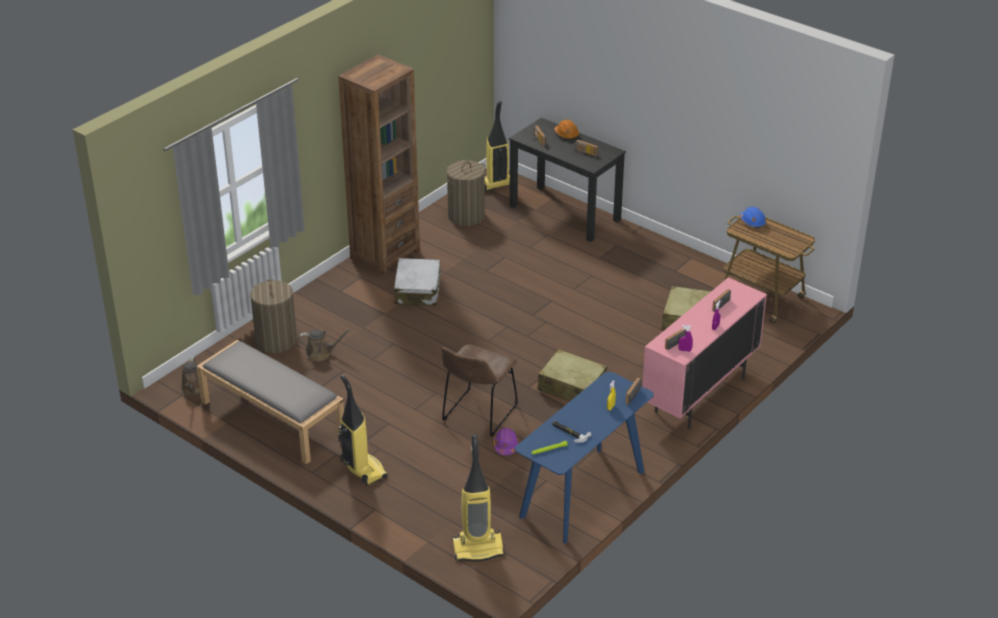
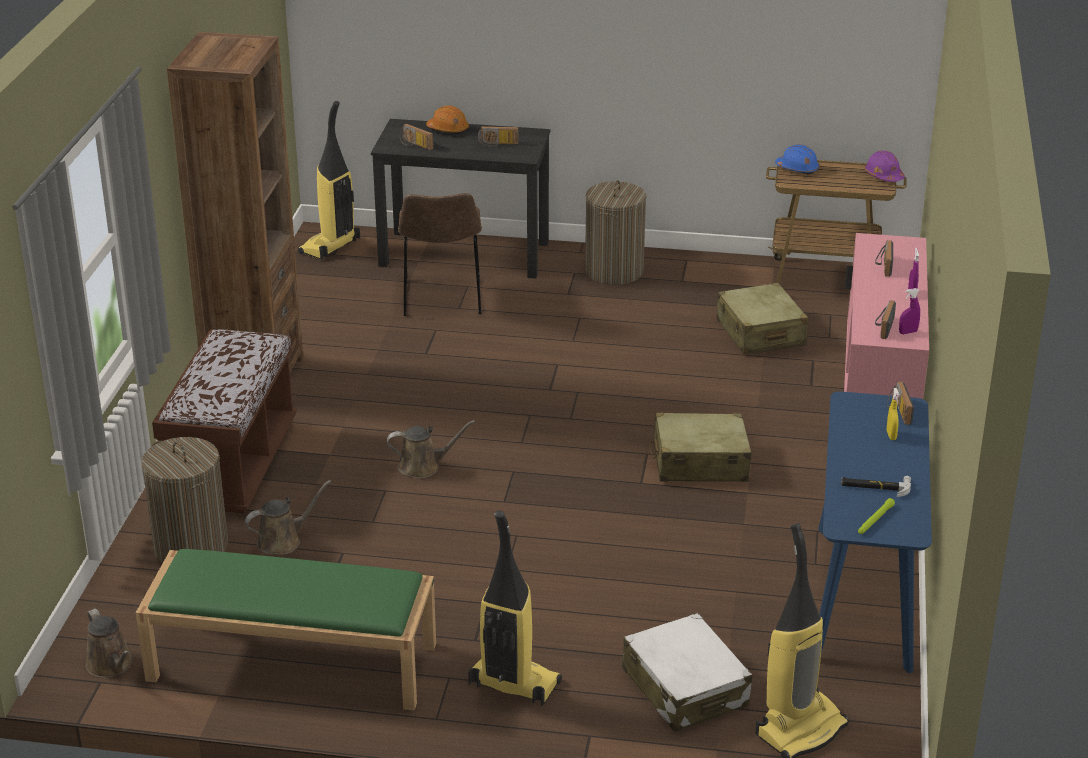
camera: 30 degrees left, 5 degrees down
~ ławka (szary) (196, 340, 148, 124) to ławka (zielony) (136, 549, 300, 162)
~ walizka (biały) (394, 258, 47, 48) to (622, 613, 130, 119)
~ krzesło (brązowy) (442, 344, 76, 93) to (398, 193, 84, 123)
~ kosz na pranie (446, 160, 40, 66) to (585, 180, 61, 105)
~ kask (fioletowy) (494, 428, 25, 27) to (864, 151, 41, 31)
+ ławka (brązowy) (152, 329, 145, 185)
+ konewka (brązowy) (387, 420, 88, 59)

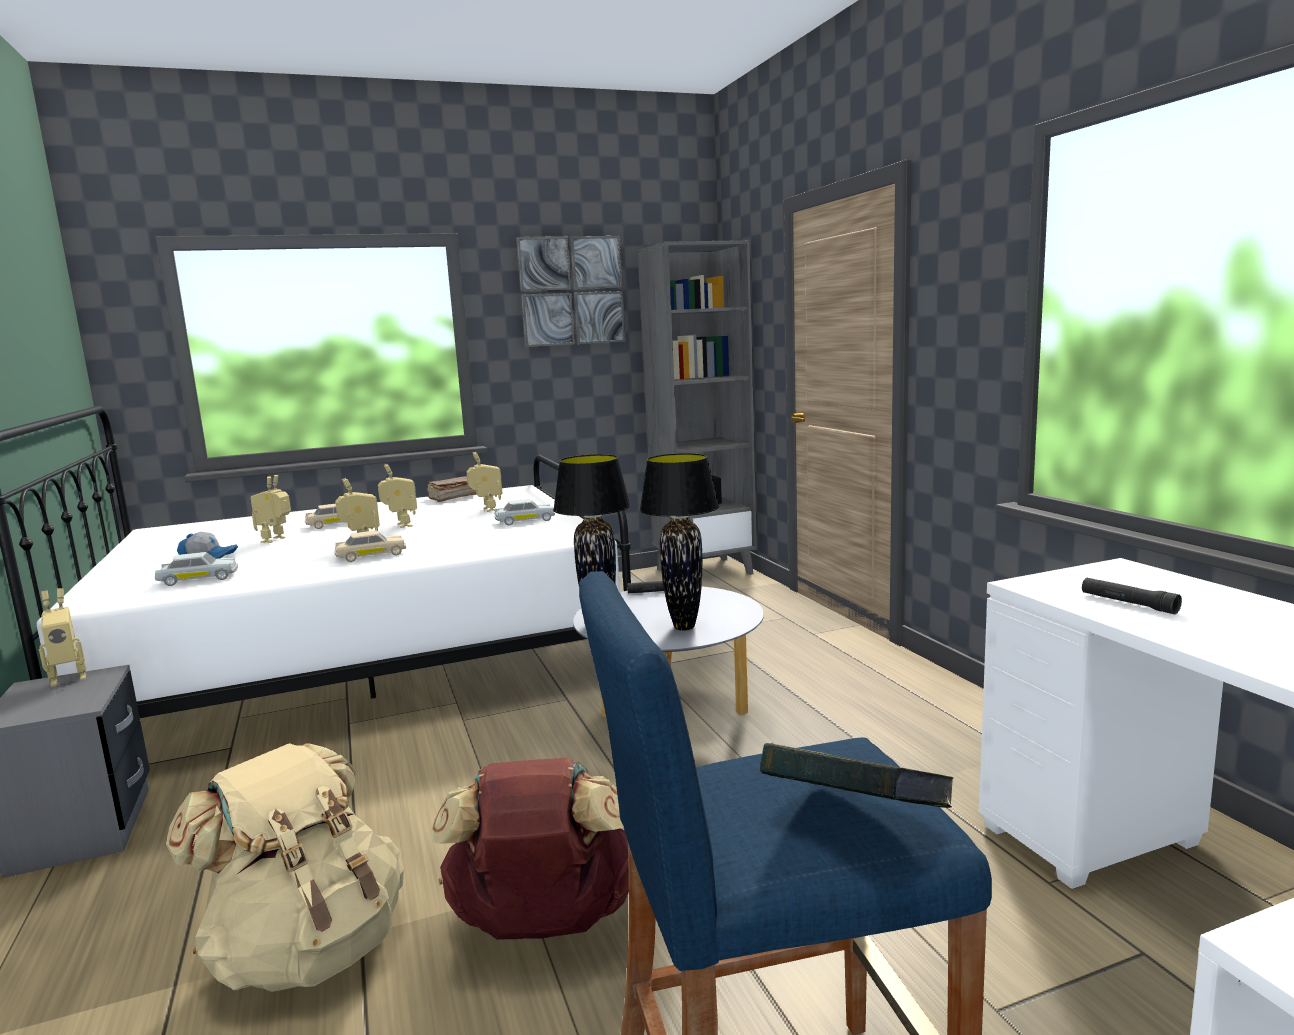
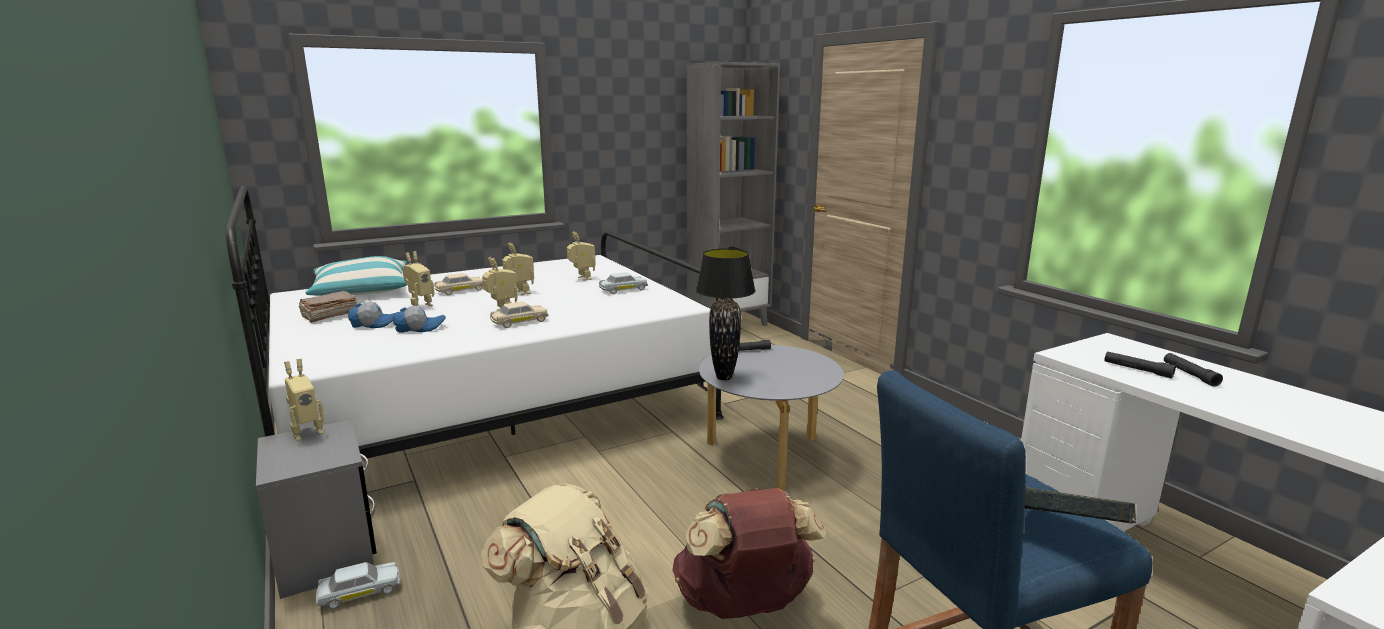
camera: 10 degrees left, 5 degrees up
~ samochodzik (biały) (155, 552, 83, 34) to (316, 562, 84, 47)
~ robot zabawkowy (250, 475, 41, 68) = (403, 251, 32, 55) 150 degrees counterclockwise
~ książka (brązowy) (426, 476, 50, 26) to (299, 291, 58, 32)
- obraz (516, 236, 110, 111)
- lampa stołowa (czarny) (639, 453, 80, 178)
+ poduszka (305, 256, 102, 40)
+ czapka z daszkiem (393, 305, 53, 28)
+ latarka (czarny) (1164, 353, 59, 34)

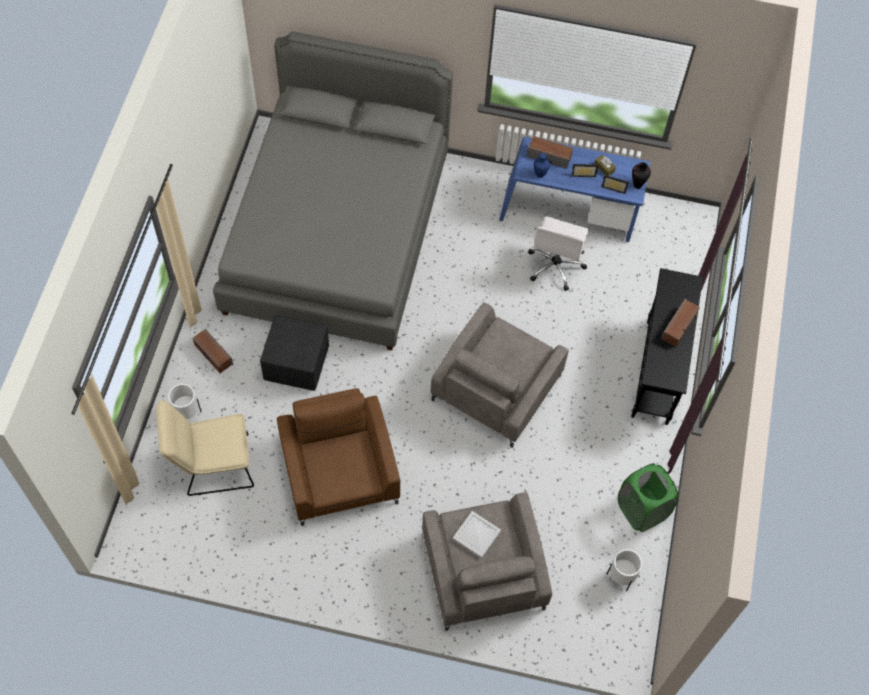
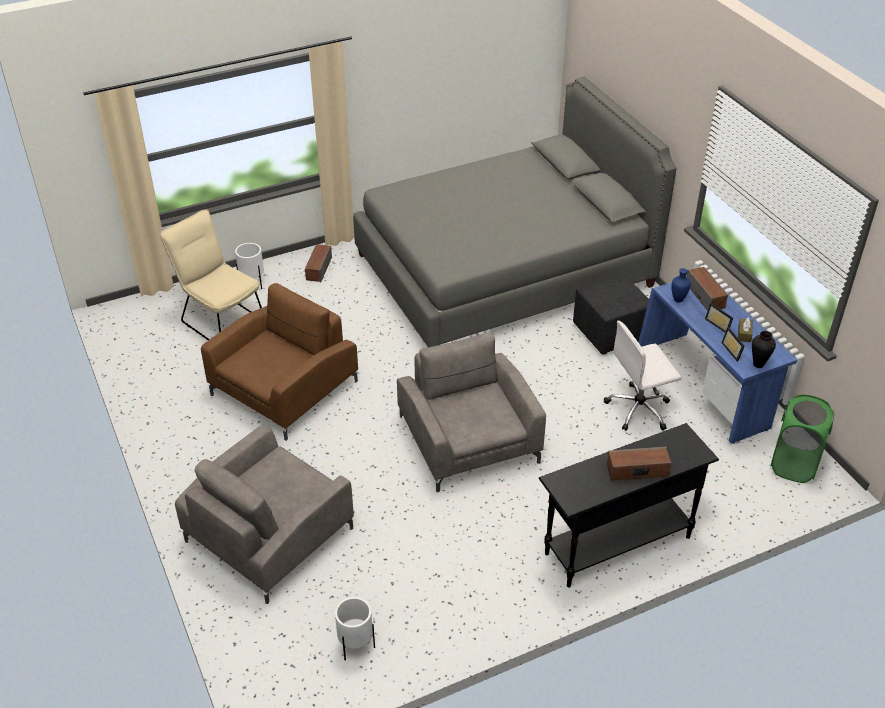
camera: 55 degrees right, 20 degrees down
~ pufa (czarny) (260, 315, 69, 76) to (573, 274, 76, 81)
~ fotel (szary) (431, 302, 138, 146) = (397, 332, 149, 160) 75 degrees clockwise
- taca (biały) (452, 511, 49, 48)
~ kosz na pranie (zielony) (618, 463, 61, 69) to (770, 395, 64, 88)

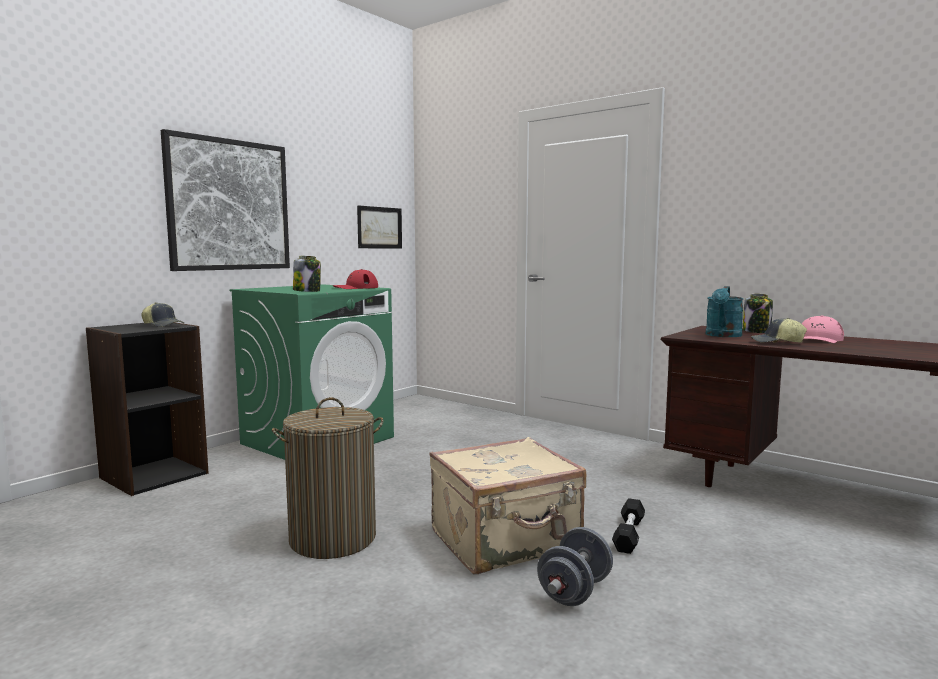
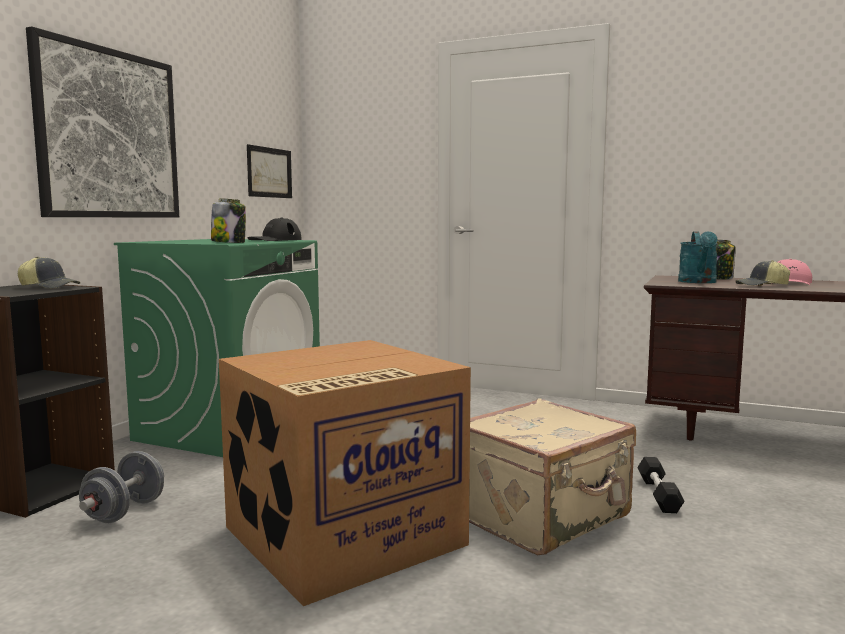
camera: 15 degrees left, 0 degrees up
~ kosz na pranie (272, 397, 112, 162) to karton (219, 340, 252, 266)
~ czapka z daszkiem (czerwony) (333, 269, 45, 20) to czapka z daszkiem (czarny) (248, 218, 53, 23)
~ hantel (szary) (537, 527, 76, 79) to (79, 451, 85, 72)

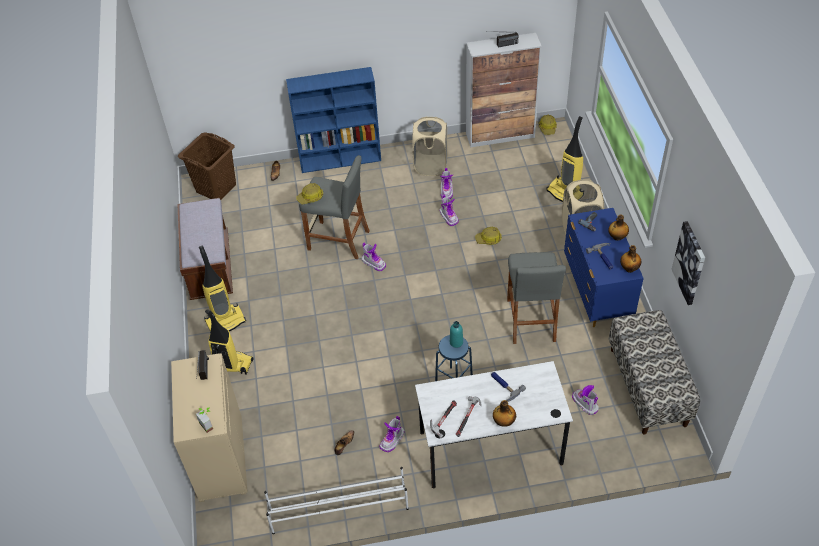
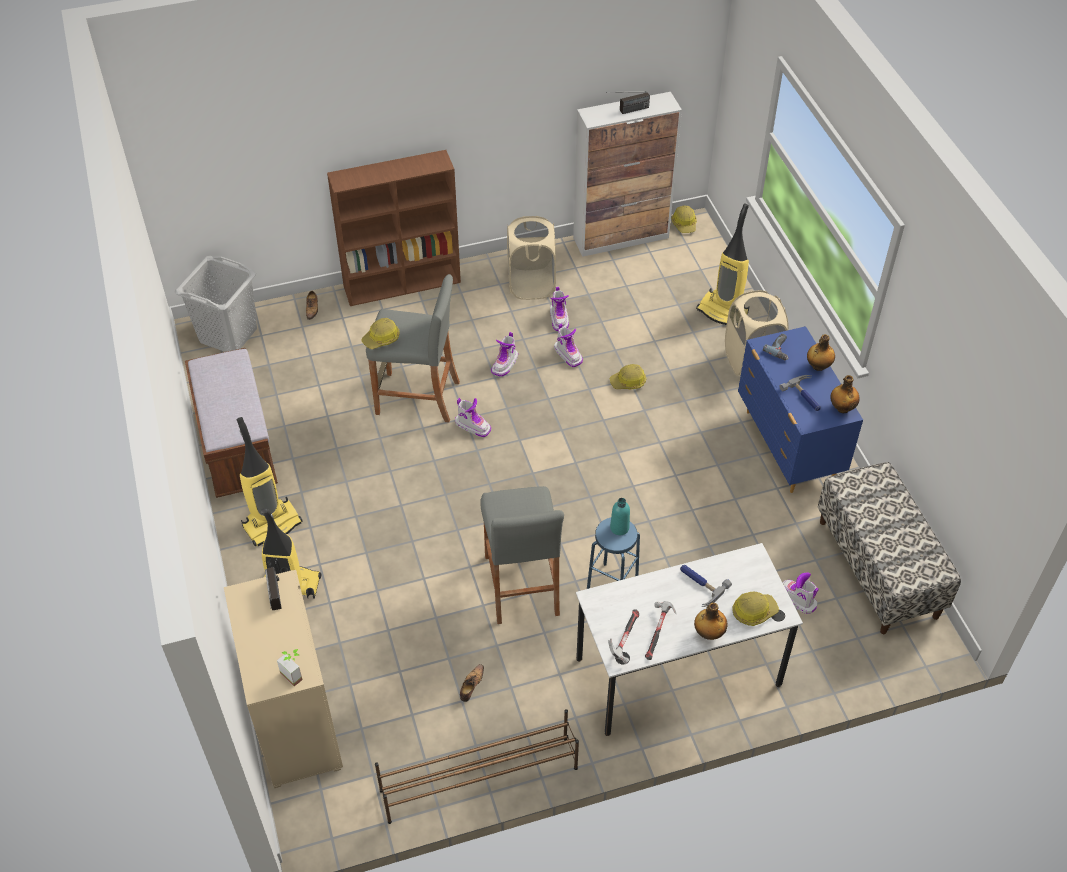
camera: 10 degrees left, 0 degrees up
~ kosz na pranie (brązowy) (178, 132, 58, 68) to kosz na pranie (szary) (175, 256, 82, 96)
~ regał na buty (biały) (264, 467, 145, 67) to regał na buty (brązowy) (375, 709, 204, 115)
~ regał (niebieski) (286, 67, 95, 106) to regał (brązowy) (327, 150, 134, 156)
~ but z cholewką (379, 416, 25, 36) to (491, 332, 27, 45)
~ stołek (szary) (507, 252, 59, 92) to (480, 486, 84, 138)
- obraz (672, 221, 33, 84)
+ kask (732, 591, 47, 35)

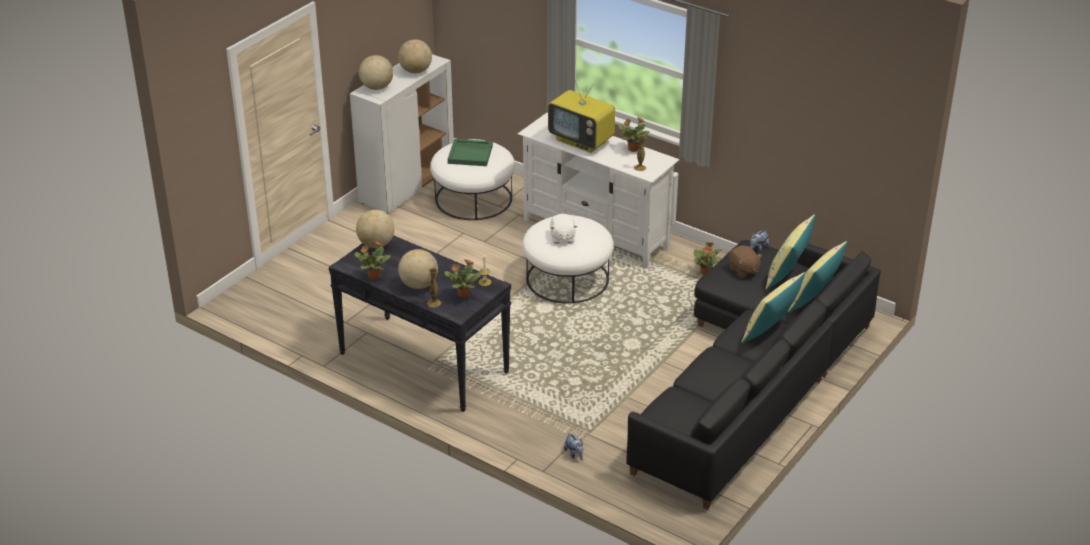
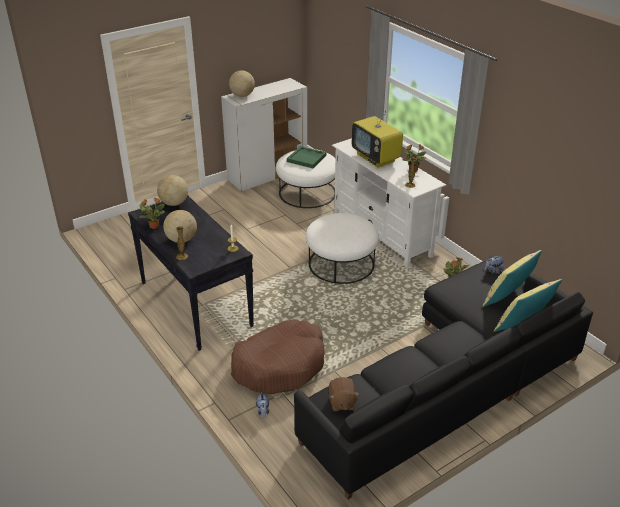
camera: 20 degrees right, 0 degrees up
- globus (398, 39, 34, 35)
- roślina doniczkowa (444, 259, 38, 39)
- pluszak (biały) (550, 214, 28, 30)
~ pluszak (brązowy) (729, 246, 33, 32) to (328, 377, 31, 34)
- poduszka (żółty) (741, 272, 64, 71)
+ legowisko (brązowy) (231, 319, 94, 75)

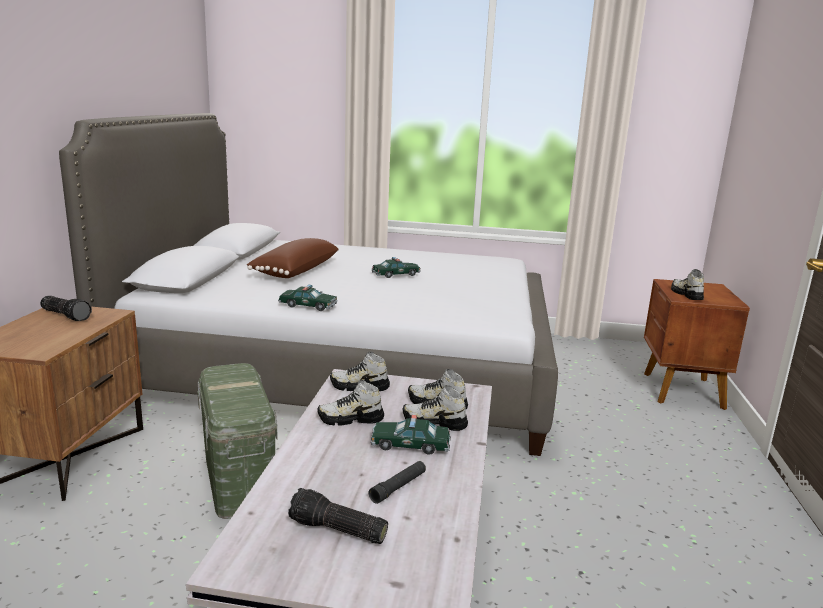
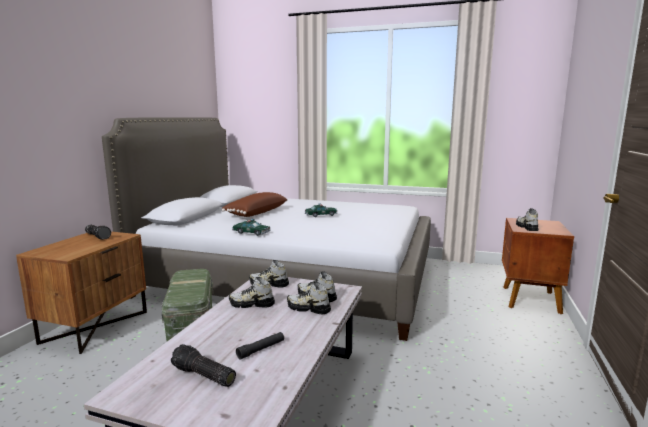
camera: 10 degrees right, 5 degrees down
- samochodzik (371, 415, 80, 40)

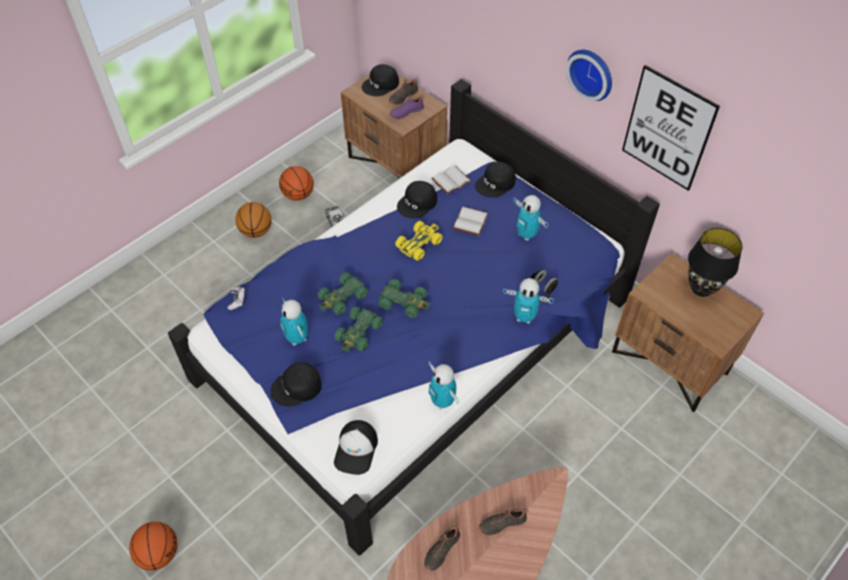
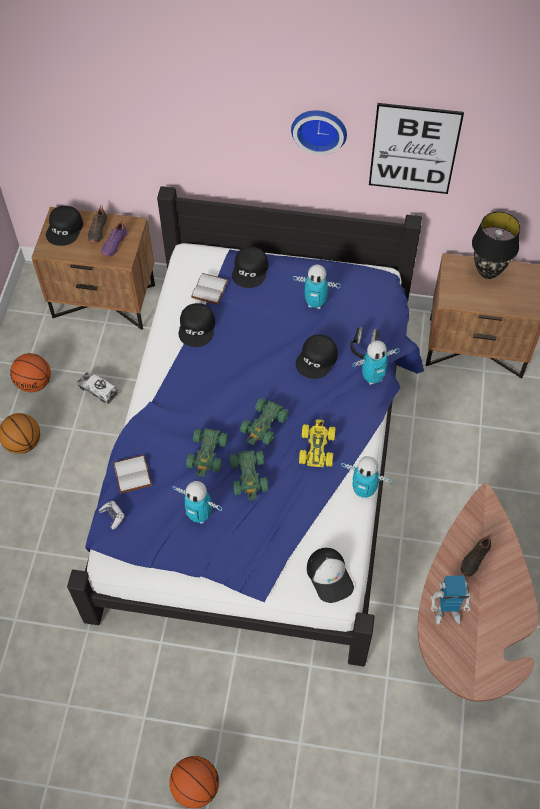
camera: 35 degrees left, 5 degrees up
~ czapka z daszkiem (czarny) (270, 362, 52, 45) to (296, 335, 42, 44)
~ samochodzik (zielony) (378, 279, 52, 39) = (240, 398, 49, 47) 135 degrees clockwise
~ samochodzik (żółty) (395, 221, 48, 40) to (299, 419, 36, 48)
~ but (czarny) (425, 524, 35, 47) to robot zabawkowy (431, 575, 40, 50)
~ książka (biały) (453, 206, 36, 30) to (113, 455, 39, 38)

